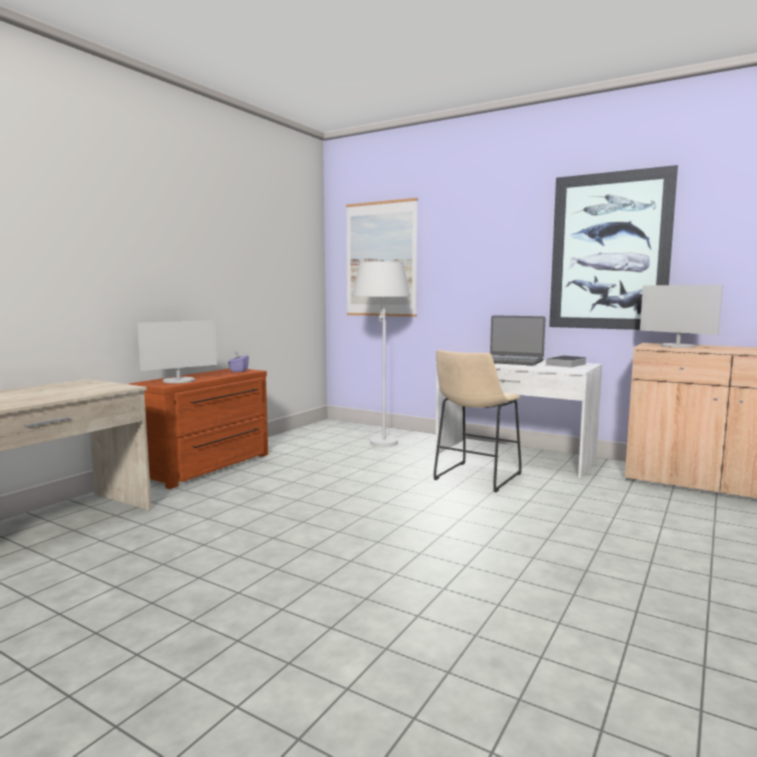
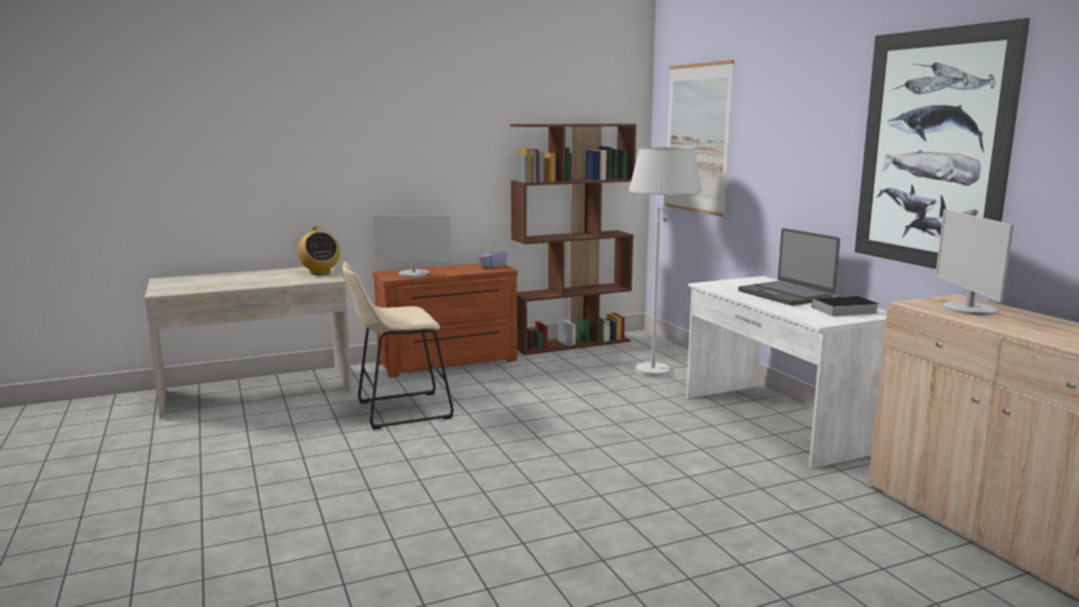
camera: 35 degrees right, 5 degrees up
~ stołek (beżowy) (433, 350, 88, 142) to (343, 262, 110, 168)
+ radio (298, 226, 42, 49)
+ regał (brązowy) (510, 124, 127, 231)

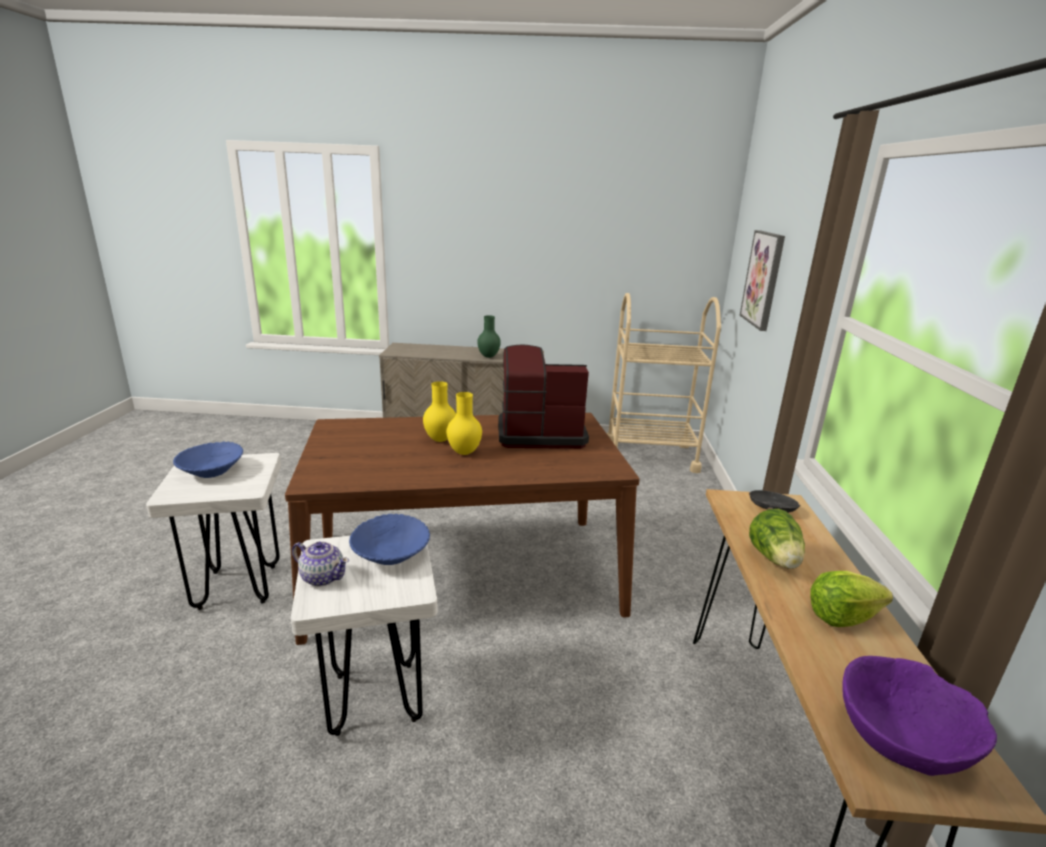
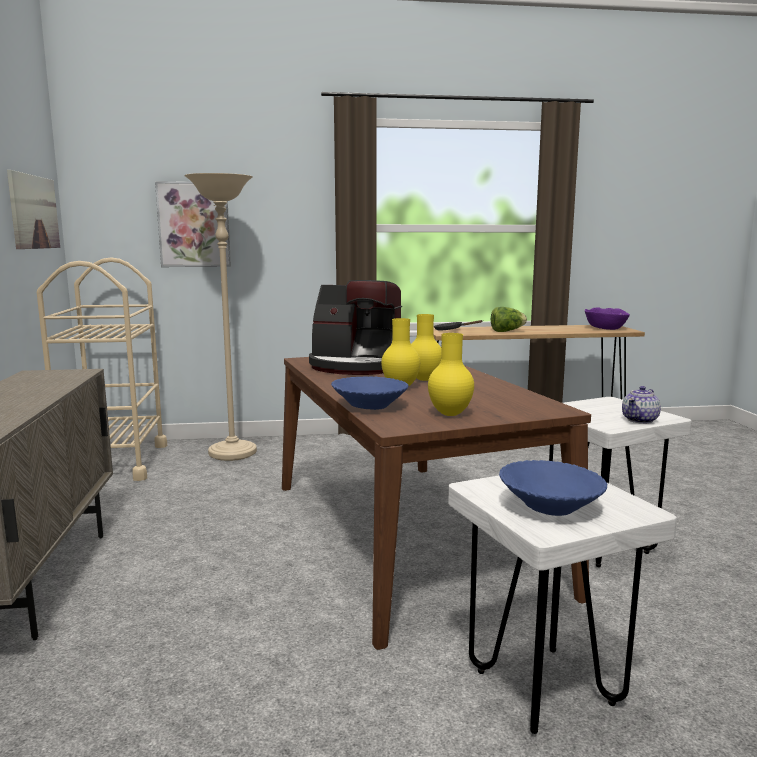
camera: 100 degrees left, 10 degrees down
~ imbryk (292, 542, 57, 44) = (622, 386, 39, 38) 150 degrees counterclockwise
~ miska (niebieski) (349, 514, 81, 51) to (331, 376, 77, 34)
- wazon (zielony) (477, 315, 24, 43)
~ ekspres do kawy (498, 345, 91, 104) = (309, 280, 93, 95) 60 degrees counterclockwise
- sałata (810, 571, 83, 56)
+ obraz (7, 170, 53, 79)
+ lampa stojąca (beżowy) (184, 173, 73, 288)
+ wazon (żółty) (428, 333, 46, 83)

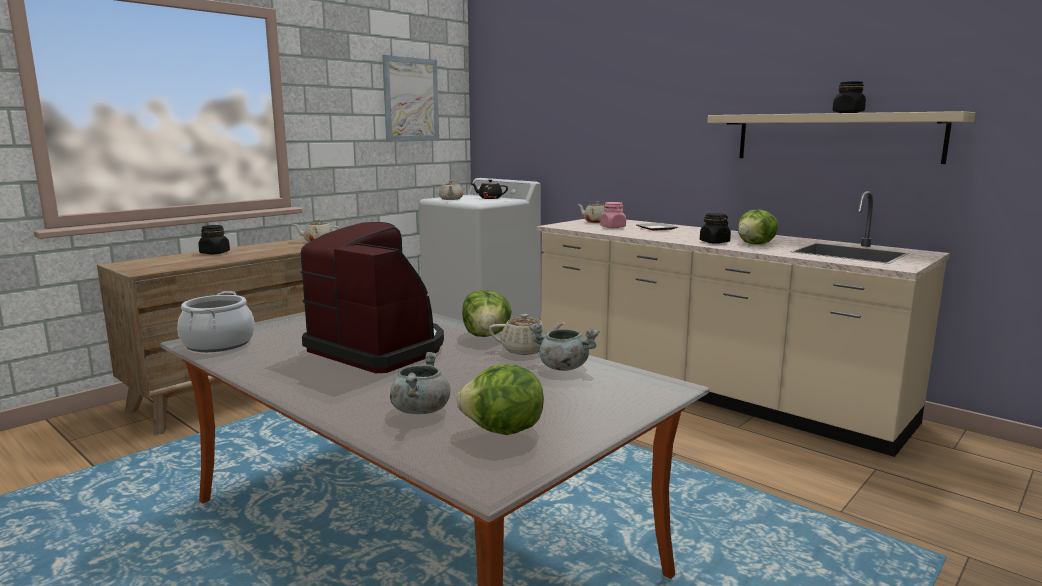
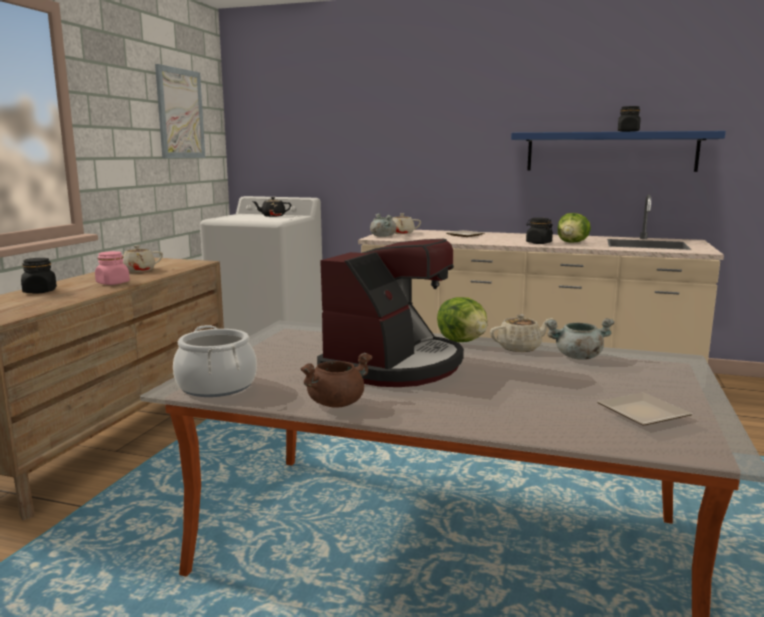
camera: 25 degrees left, 0 degrees up
~ ekspres do kawy (300, 222, 144, 151) = (317, 239, 147, 148) 105 degrees clockwise
~ garnek (szary) (390, 352, 60, 62) to (370, 213, 26, 24)
- imbryk (beżowy) (439, 180, 24, 20)
~ sałata (456, 364, 88, 71) to talerz (597, 392, 95, 34)
~ słoik (różowy) (600, 202, 26, 26) to (95, 251, 35, 34)
~ półka (beżowy) (707, 111, 268, 53) to półka (niebieski) (511, 131, 215, 41)
+ garnek (brązowy) (301, 353, 72, 55)

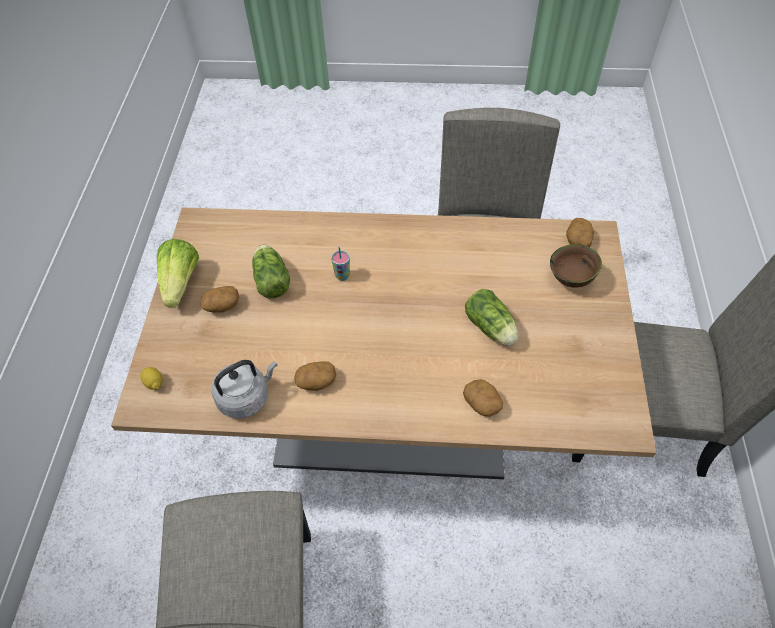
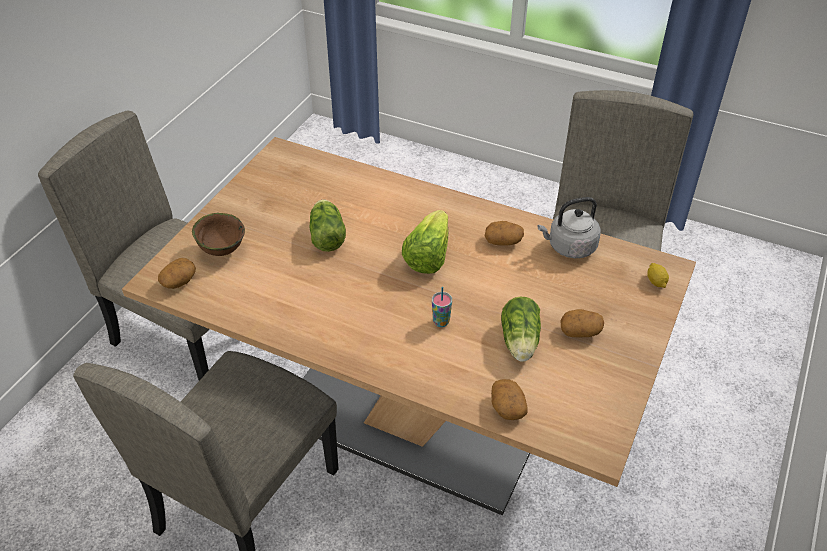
camera: 160 degrees left, 10 degrees down
~ sałata (157, 239, 42, 69) to (402, 210, 47, 64)
~ ziemniak (463, 379, 40, 38) to (491, 379, 37, 41)

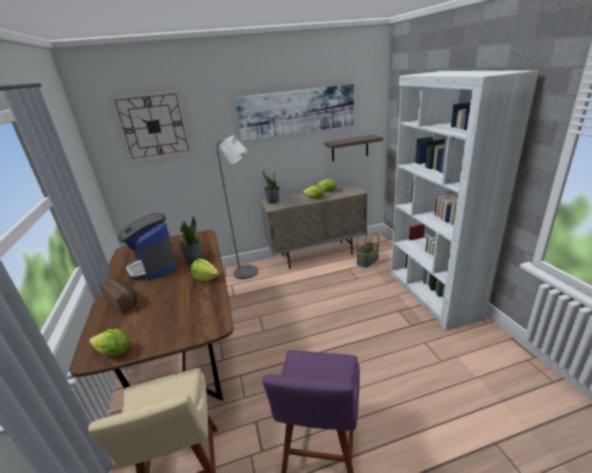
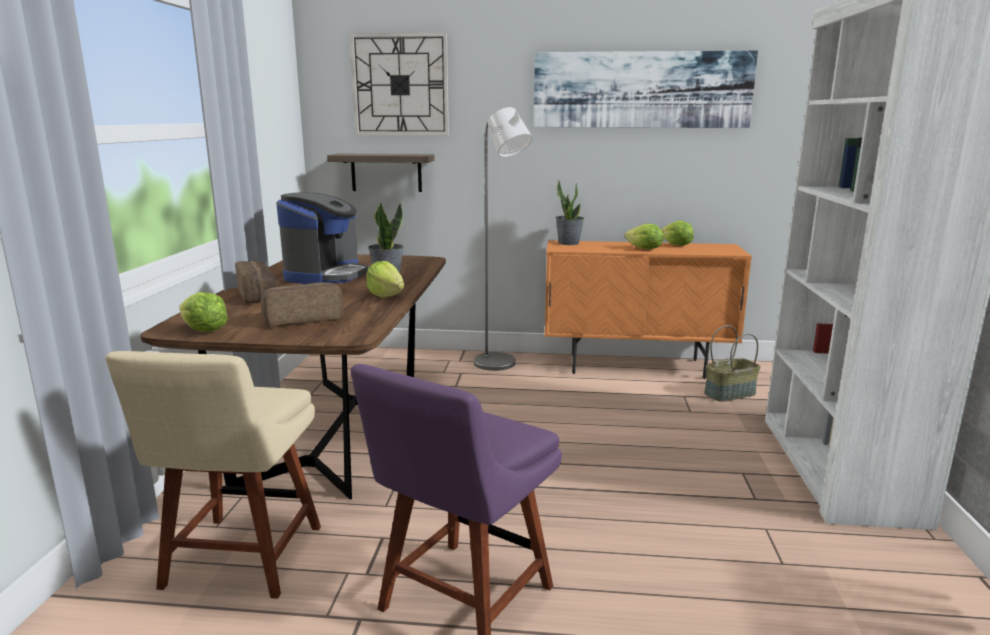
camera: 20 degrees right, 10 degrees down
~ ekspres do kawy (118, 213, 59, 67) = (276, 192, 93, 92) 150 degrees counterclockwise
~ szafka (beżowy) (260, 184, 108, 85) to szafka (pomarańczowy) (544, 240, 208, 139)
~ półka (324, 135, 59, 26) to (327, 154, 108, 38)
+ chleb (260, 282, 83, 45)

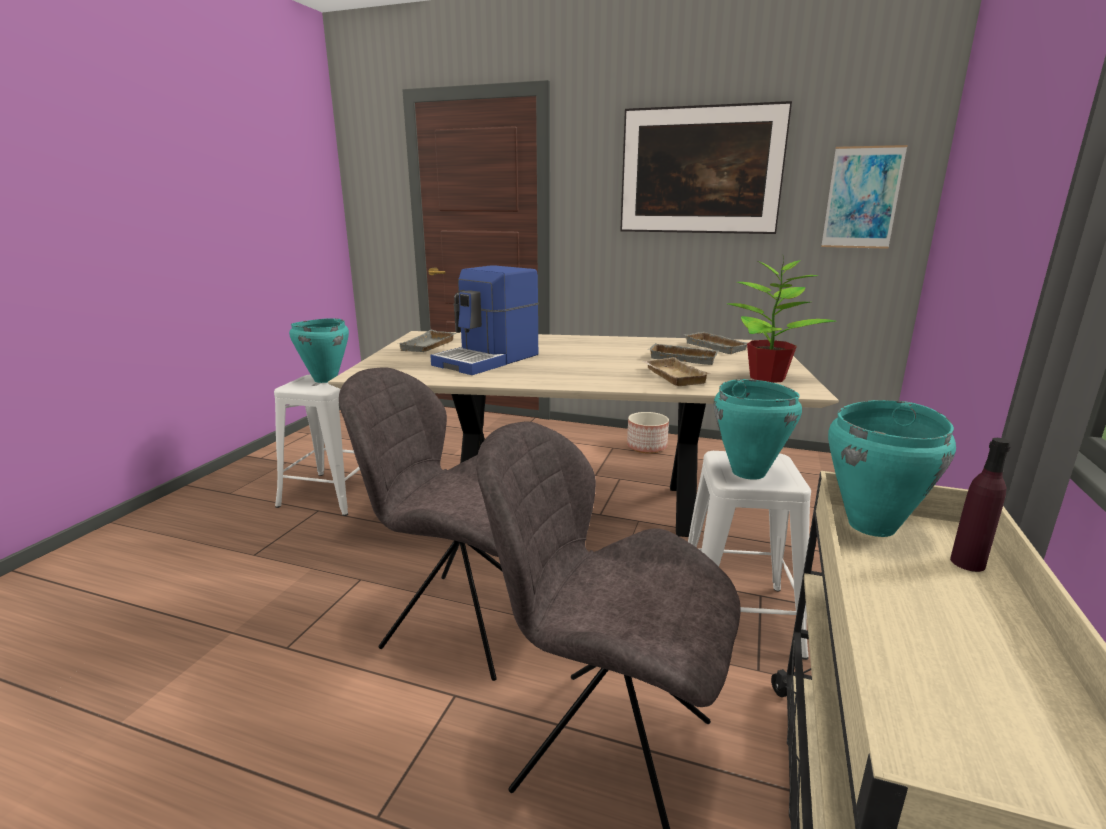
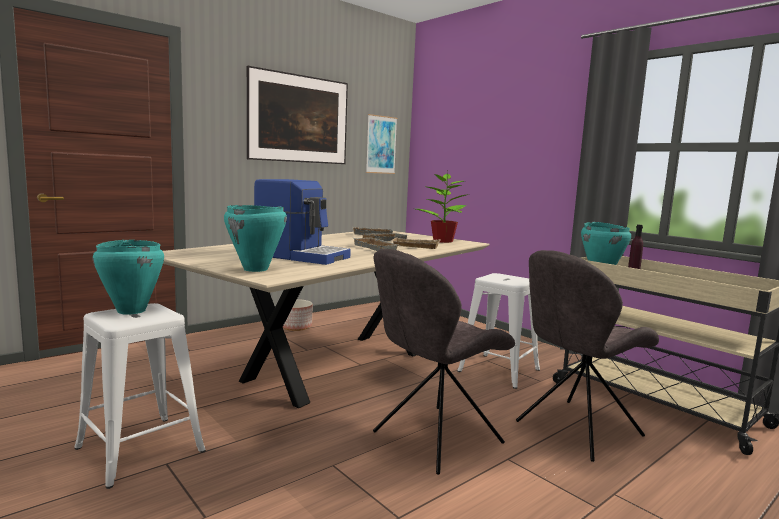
camera: 60 degrees left, 10 degrees down
~ taca (szary) (397, 330, 59, 22) to (353, 237, 46, 14)
~ ekspres do kawy (430, 265, 108, 110) = (254, 179, 97, 86) 45 degrees counterclockwise
~ garnek (turkusowy) (714, 379, 88, 101) to (224, 205, 63, 67)

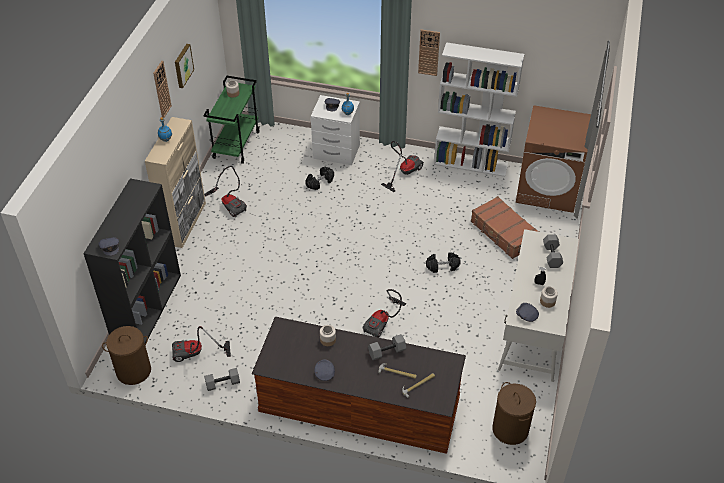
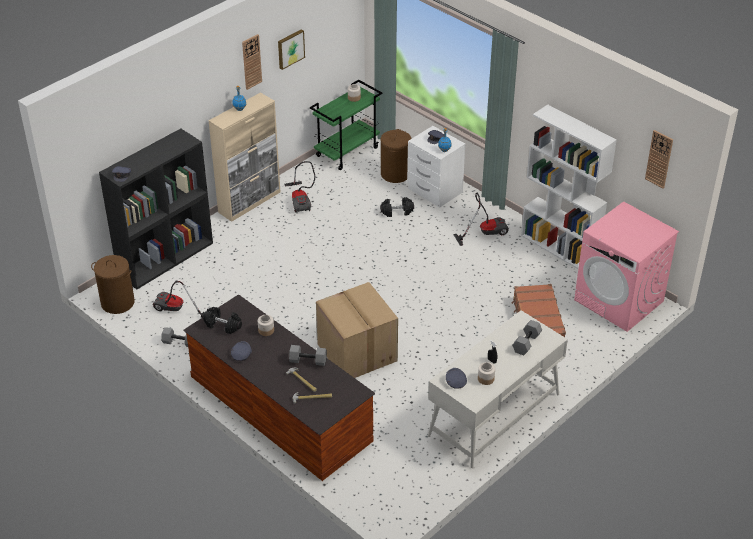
camera: 30 degrees right, 5 degrees down
~ odkurzacz (362, 289, 44, 49) to karton (316, 282, 82, 96)
~ zegar ścienny (418, 29, 22, 47) to (645, 130, 28, 59)
~ hantel (czarny) (426, 252, 35, 21) to (203, 307, 39, 27)
~ kosz na pranie (brązowy) (492, 382, 44, 63) to (381, 129, 30, 54)
~ pralka (brązowy) (516, 105, 75, 108) to pralka (różowy) (574, 201, 105, 131)

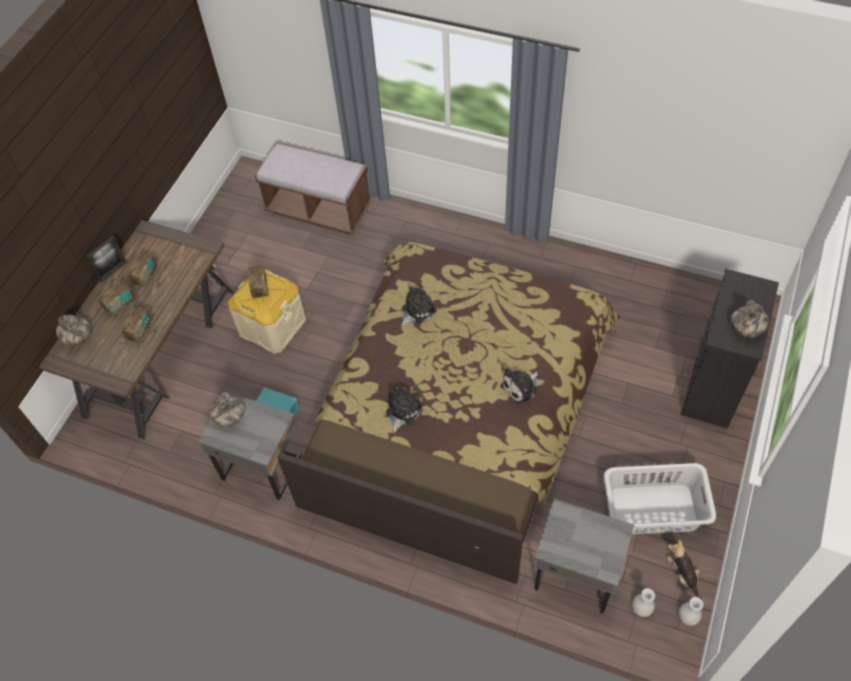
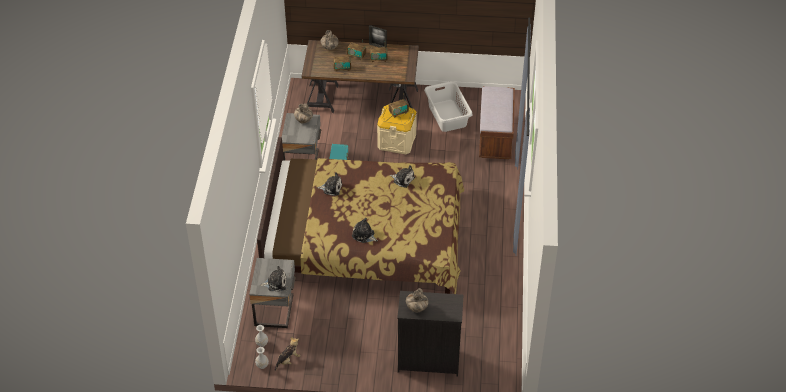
camera: 70 degrees right, 10 degrees down
~ kosz na pranie (szary) (604, 463, 112, 71) to (424, 81, 49, 51)
+ pluszak (260, 266, 26, 26)

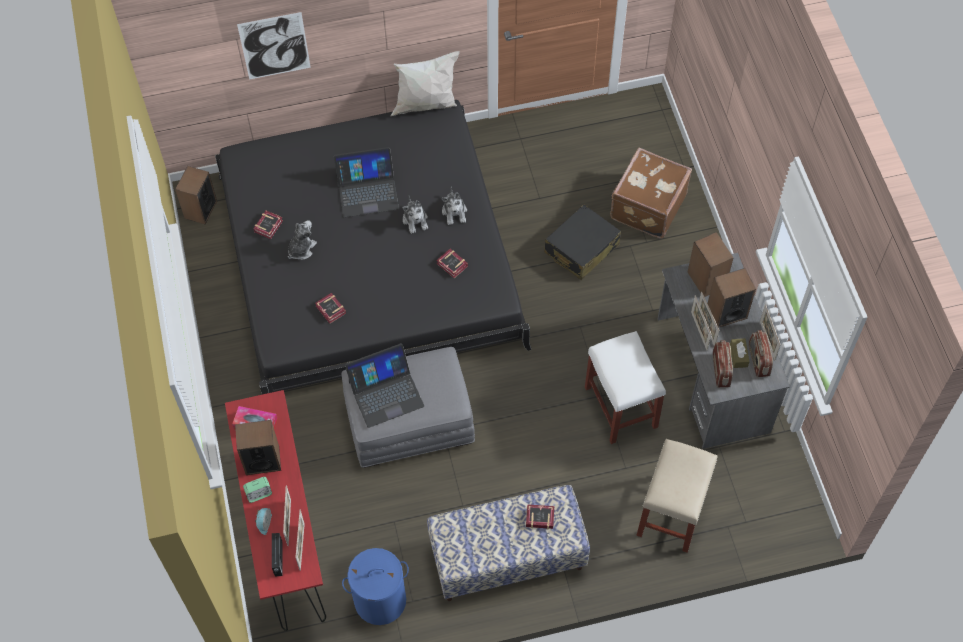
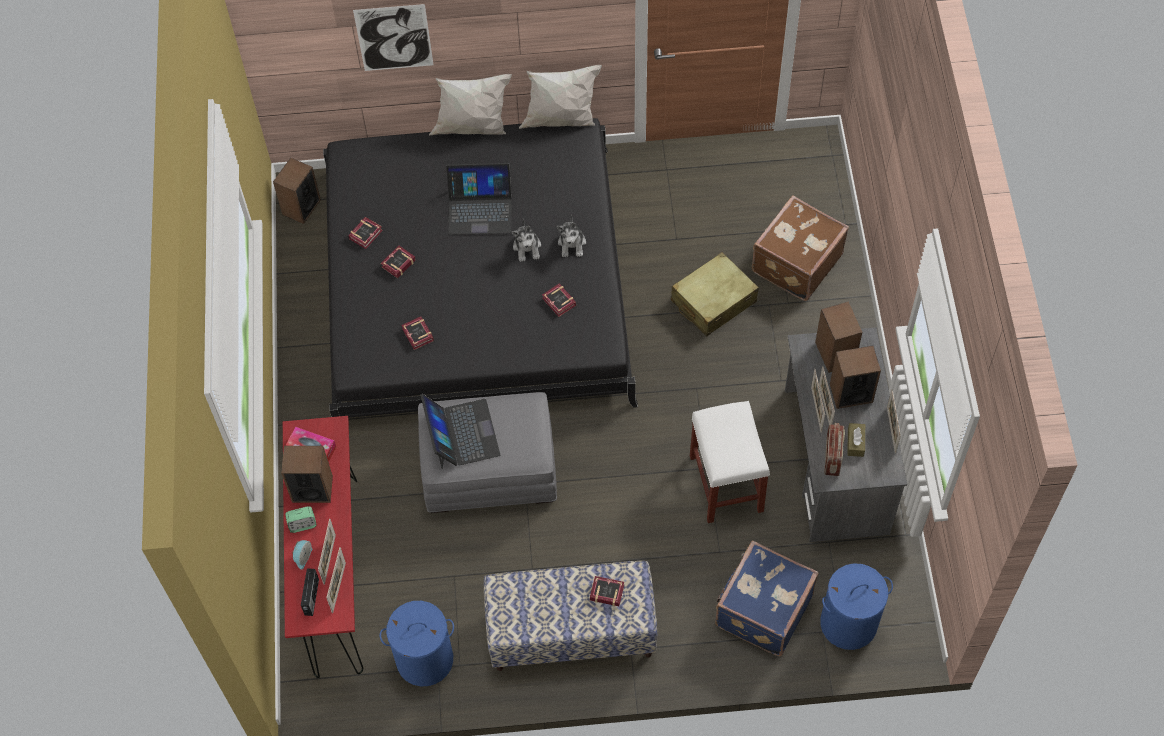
camera: 10 degrees right, 0 degrees up
~ pluszak (288, 220, 29, 40) to książka (381, 246, 35, 32)
~ laptop (345, 343, 79, 85) = (420, 394, 80, 75) 90 degrees counterclockwise
~ walizka (czarny) (544, 204, 77, 76) to walizka (beżowy) (671, 252, 88, 84)
~ stołek (beżowy) (636, 439, 81, 114) to walizka (niebieski) (715, 540, 104, 116)
- radio (749, 330, 24, 48)
+ poduszka (biały) (429, 74, 83, 61)
+ kosz na pranie (niebieski) (820, 563, 73, 87)

